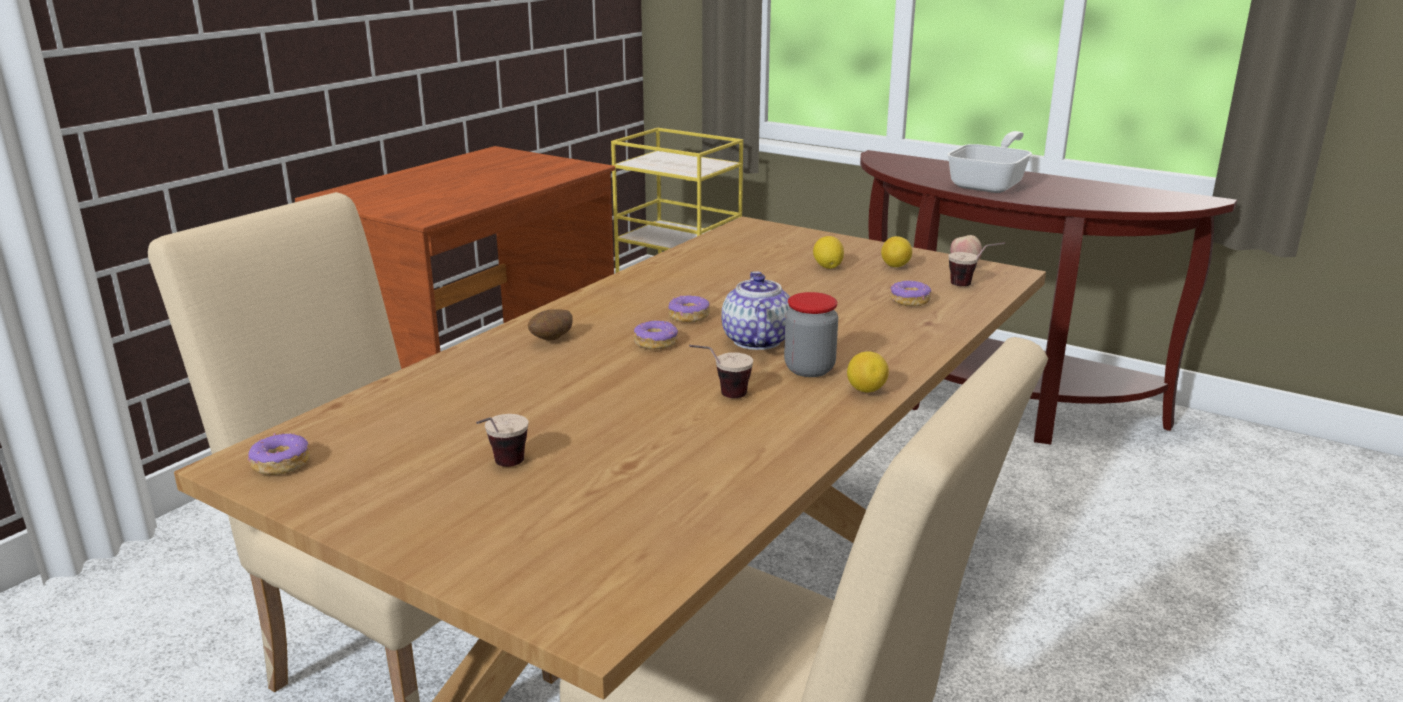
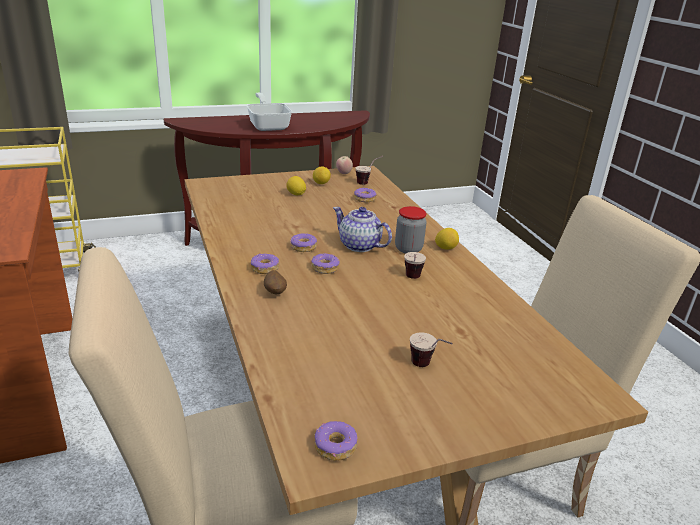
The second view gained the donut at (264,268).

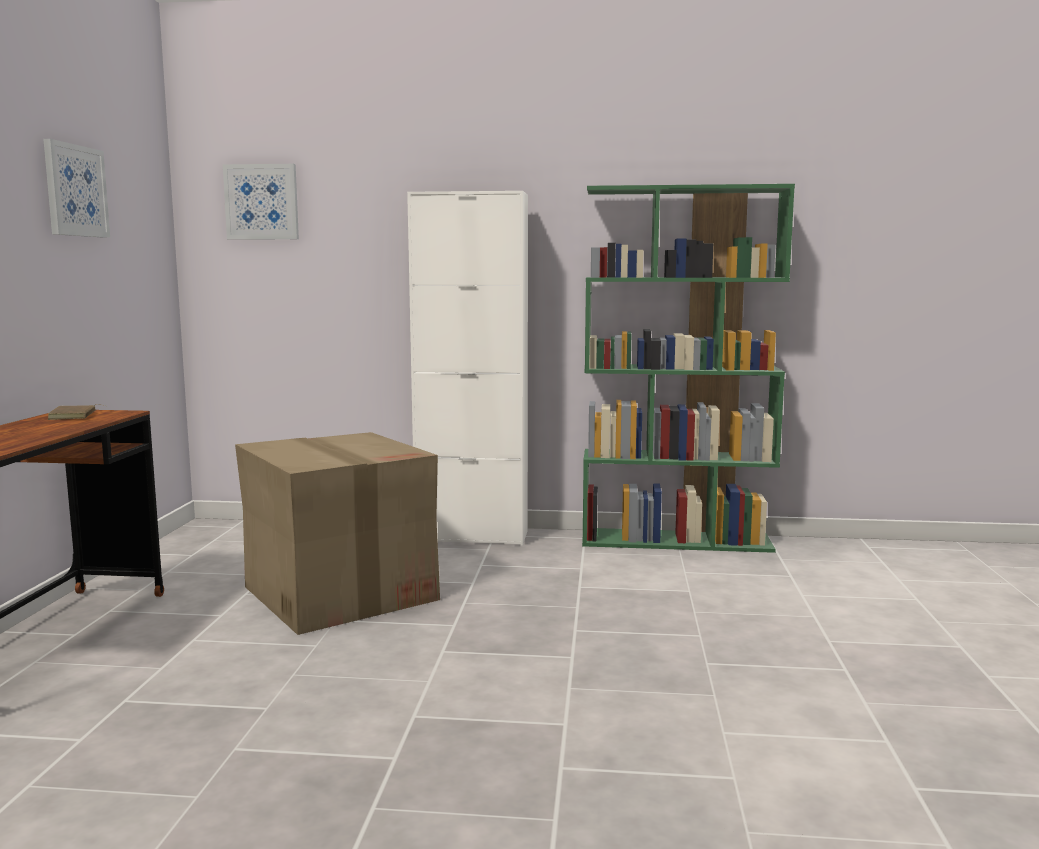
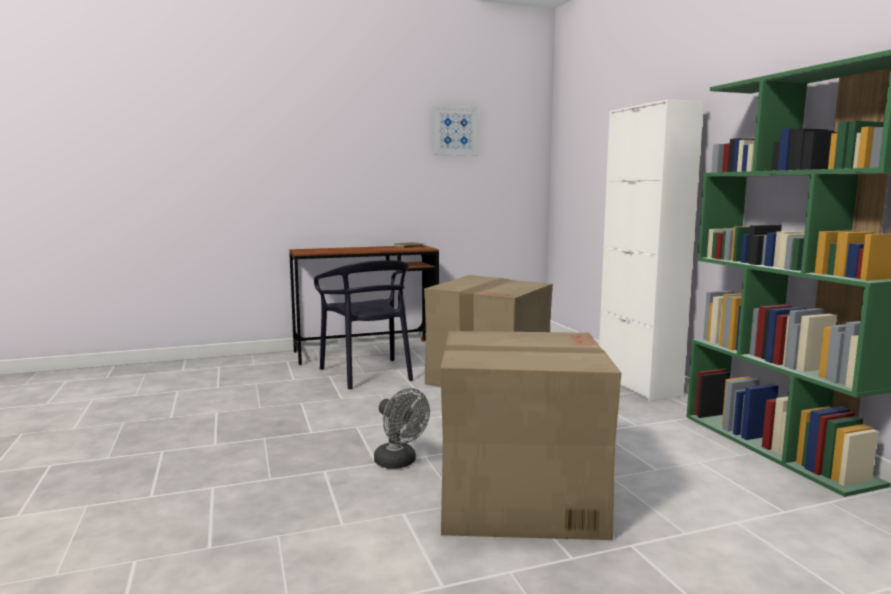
The second view lost the picture at (262,202).
The second view gained the black chair at (368,373).
The second view gained the cardboard box at (518,495).
The second view gained the grey fan at (399,463).

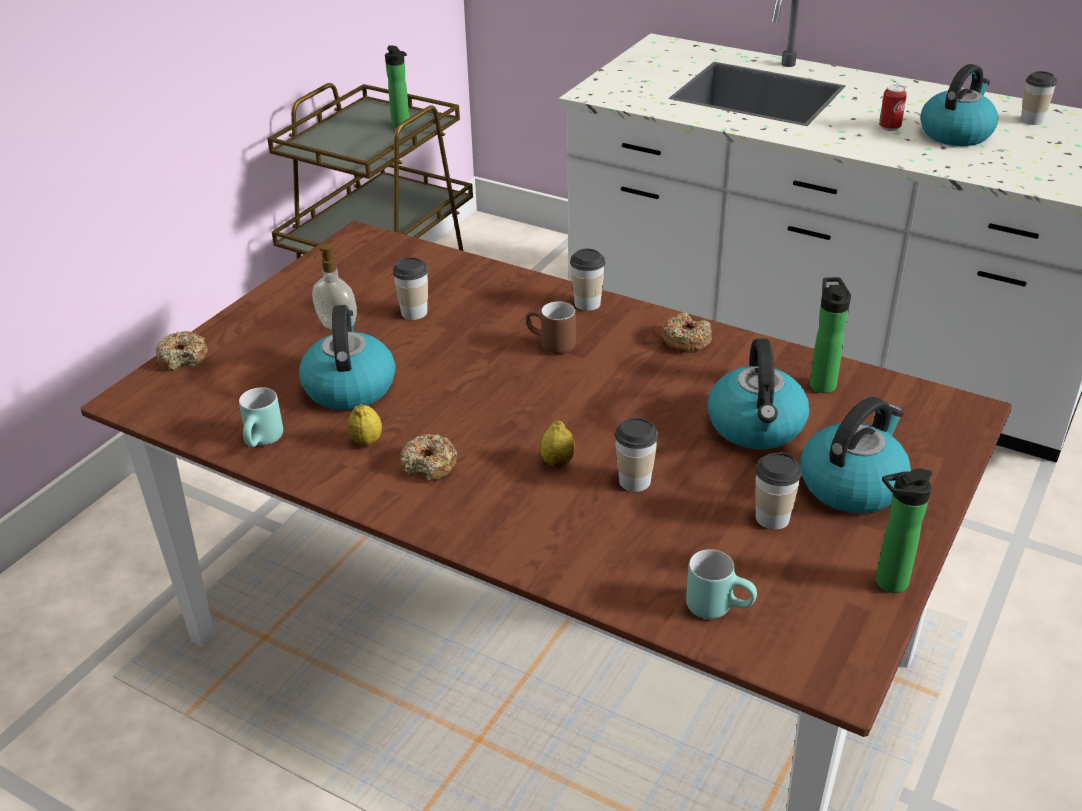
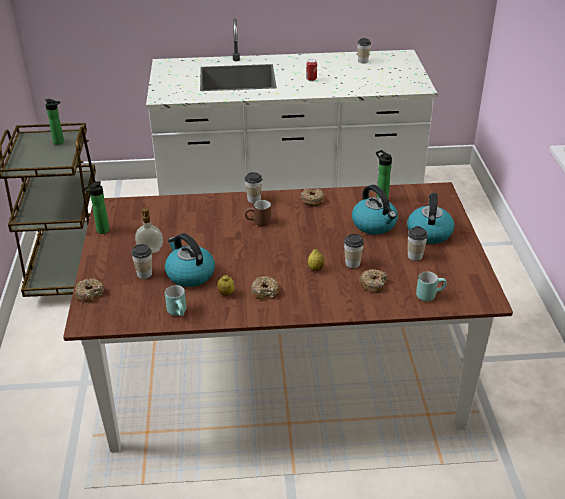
The second view lost the kettle at (956,133).
The cup ended up elsewhere, having gone from (414,312) to (144,274).
The bottle ended up elsewhere, having gone from (886,583) to (101,231).
The second view gained the donut at (373,284).

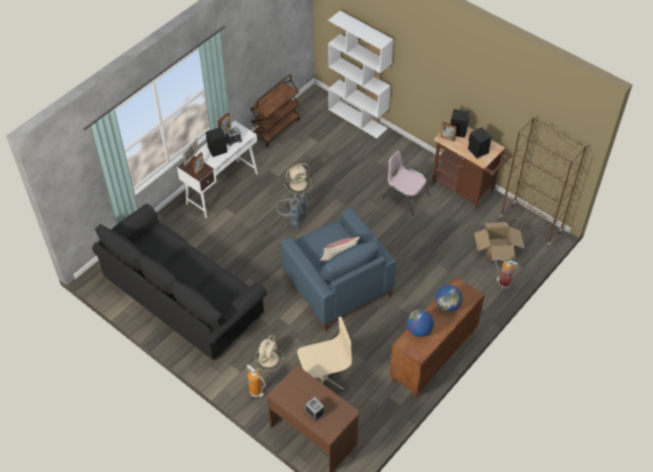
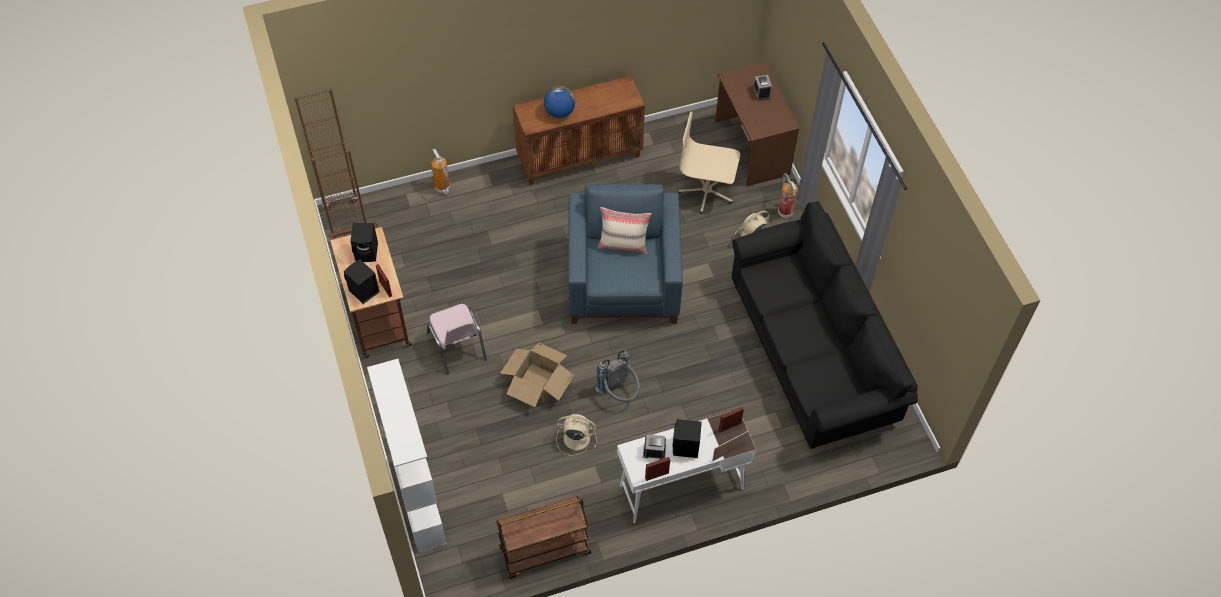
The cardboard box ended up elsewhere, having gone from (497,248) to (537,382).
The second view lost the globe at (419,330).

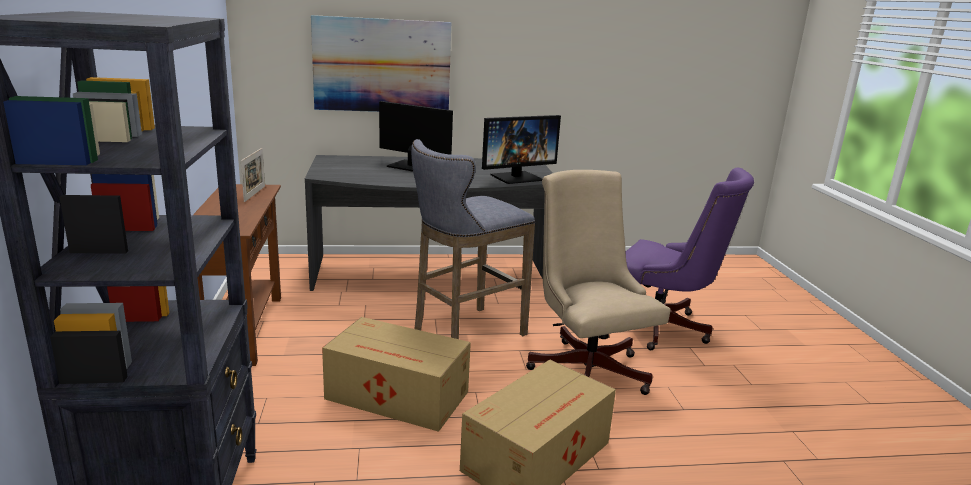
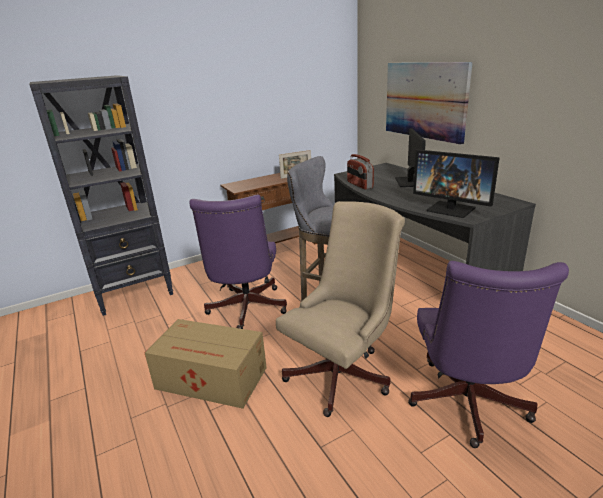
Where the cardboard box stood at (398,396), the purple office chair came to stand at (246,310).
The second view gained the radio at (359,185).

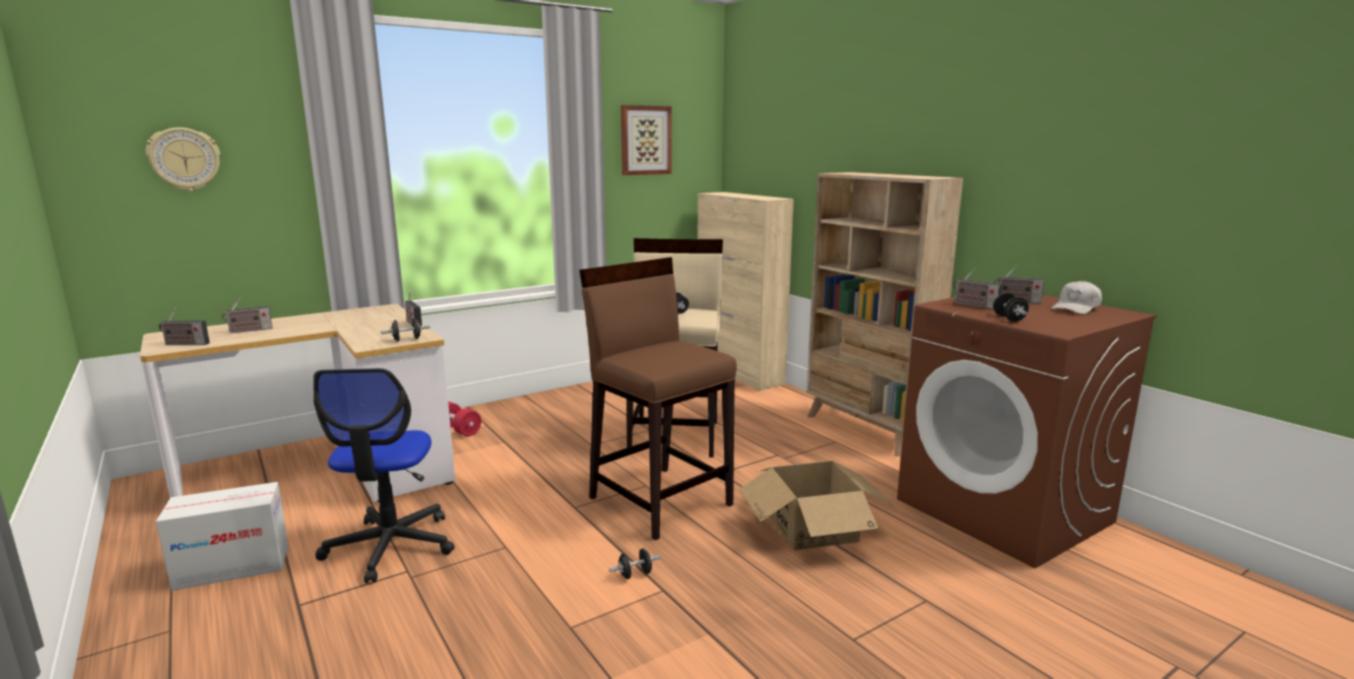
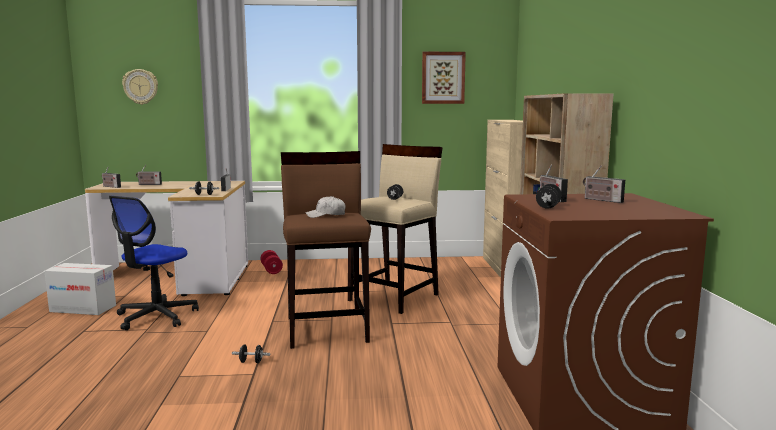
The white cap ended up elsewhere, having gone from (1076,308) to (326,215).
The second view lost the cardboard box at (813,528).

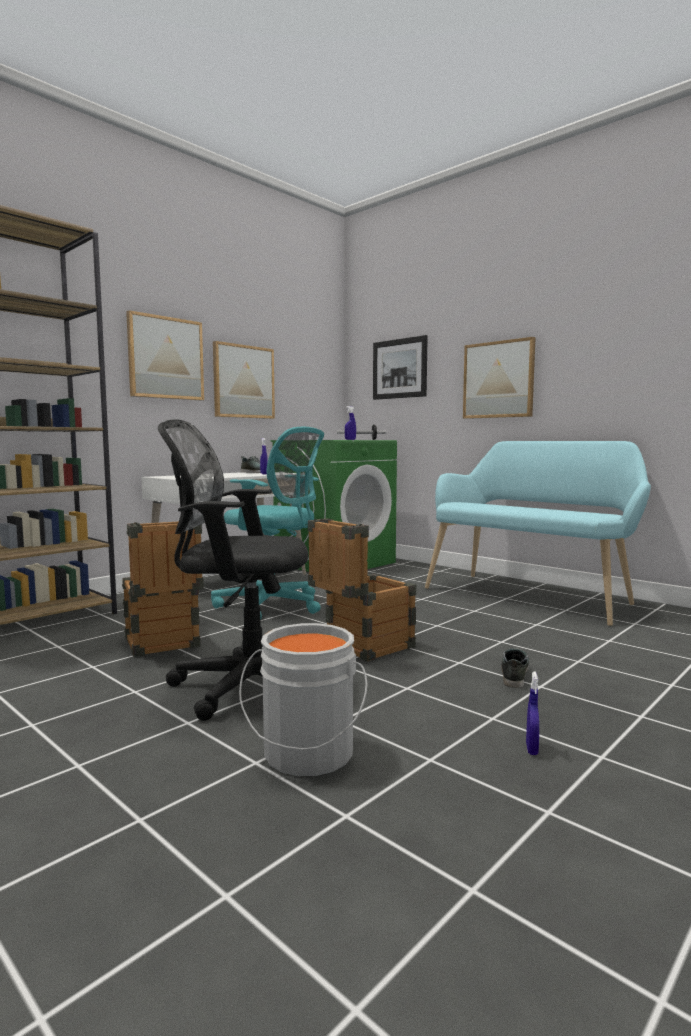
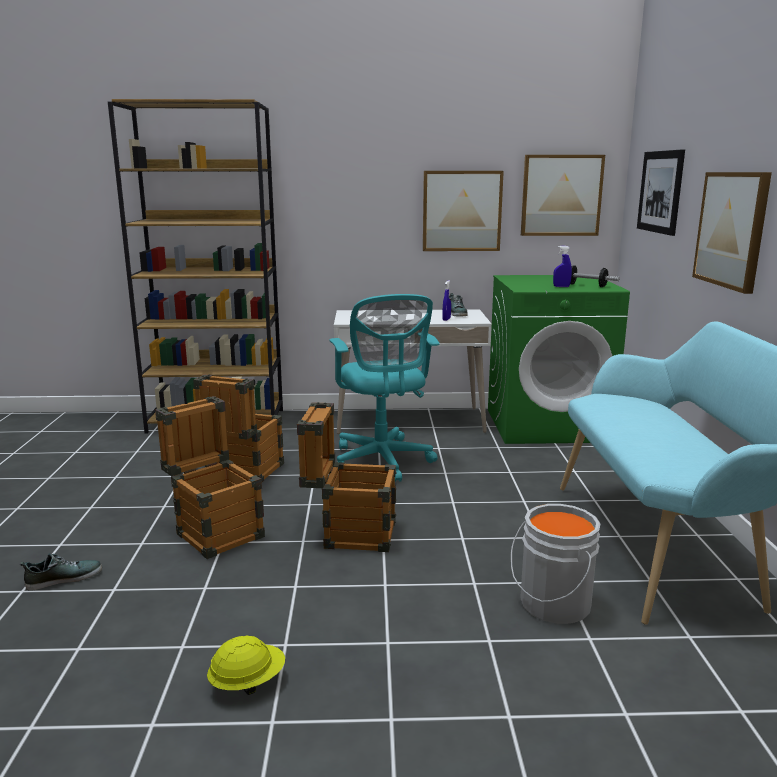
The picture ended up elsewhere, having gone from (165,358) to (561,195).
Where the black office chair stood at (245,686), the crate came to stand at (215,531).
The grey bucket ended up elsewhere, having gone from (306,755) to (551,604).
The shoe ended up elsewhere, having gone from (514,674) to (64,578).
Where the blue spray bottle stood at (531,749), the yellow hard hat came to stand at (247,683).

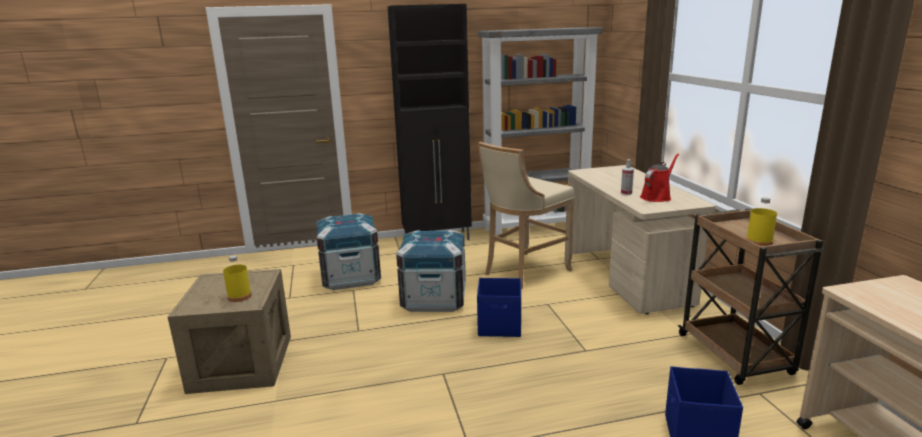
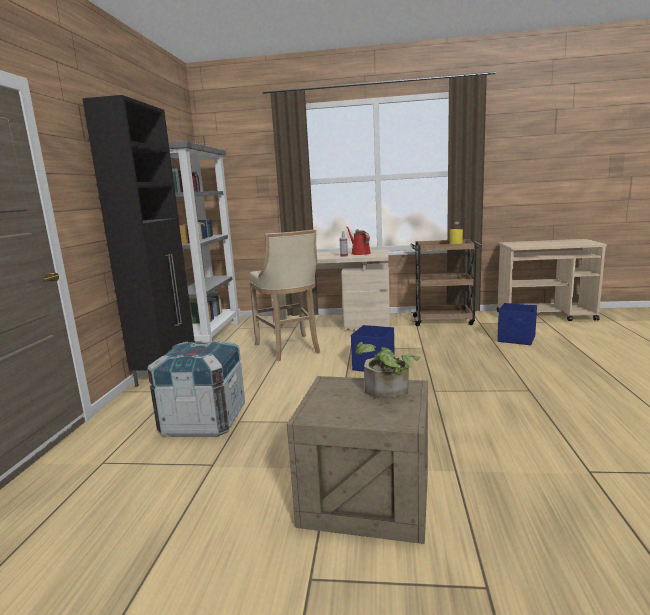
The second view lost the crate at (434,299).
Where the yellow bottle stood at (239,296), the potted plant came to stand at (387,392).

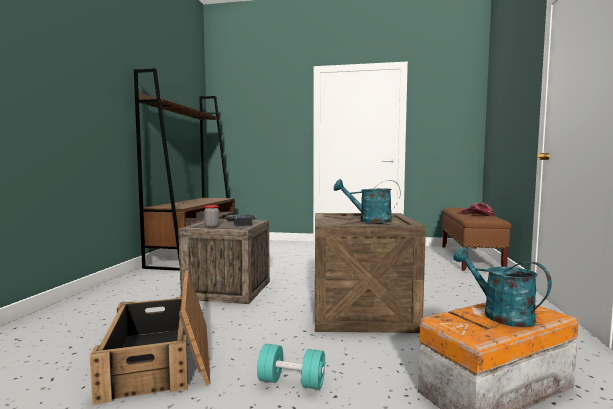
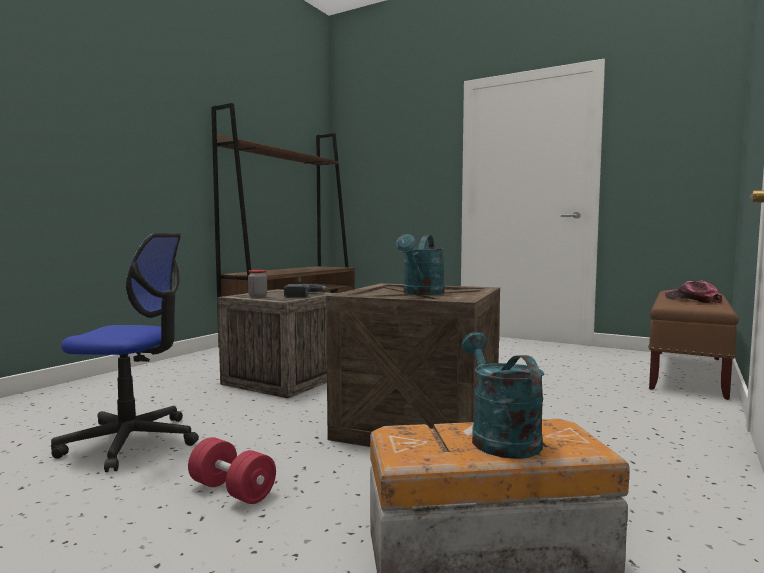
The turquoise watering can at (369,220) ended up facing another way, 105 degrees counterclockwise from before.
Where the crate stood at (162,359), the office chair came to stand at (132,442).
What was the turquoise dumbbell at (291,382) turned into the red dumbbell at (232,490).

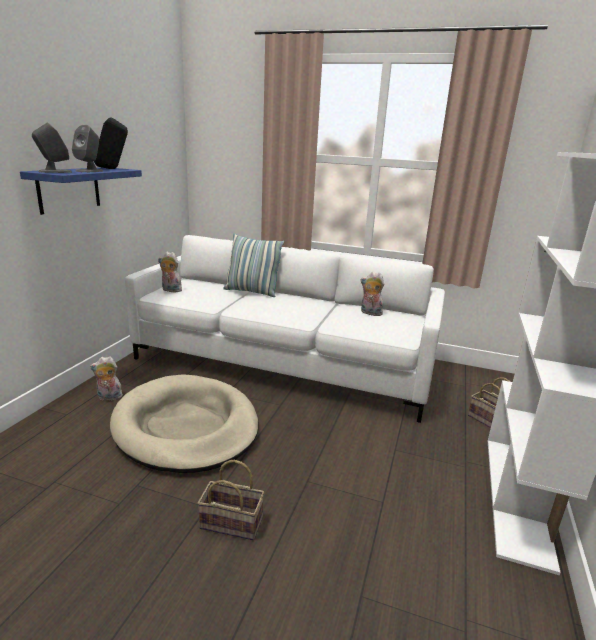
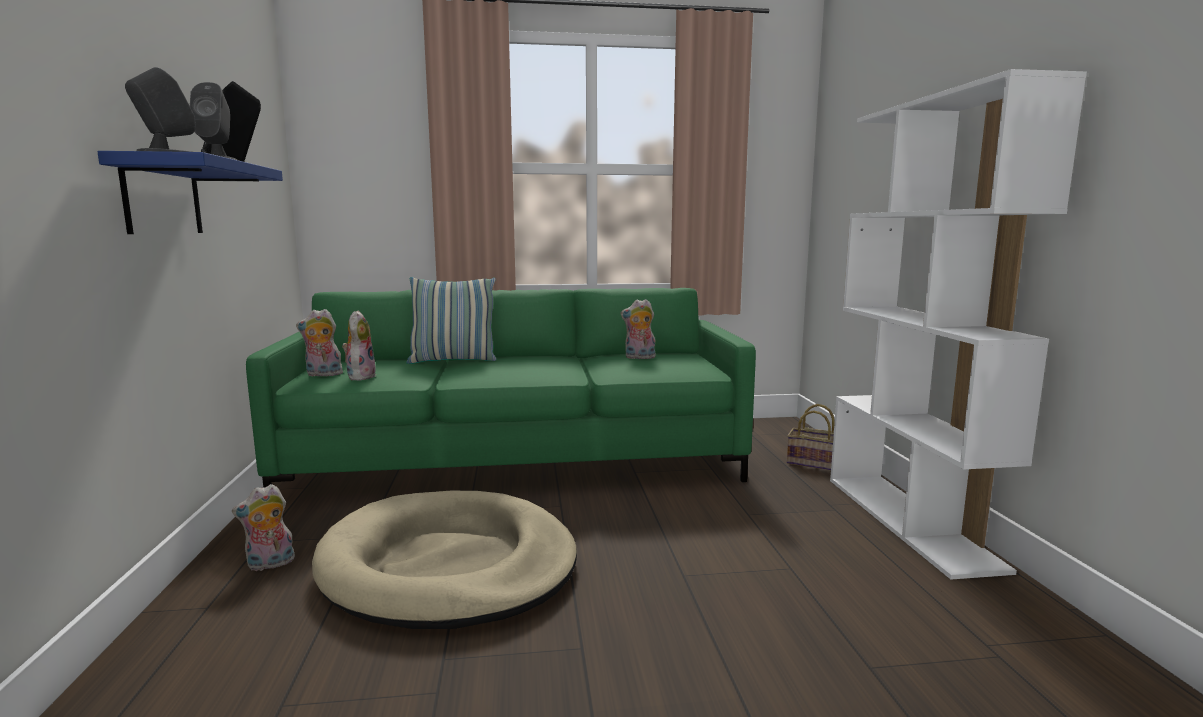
What was the white sofa at (283,364) turned into the green sofa at (517,462).
The second view lost the basket at (233,522).
The second view gained the plush toy at (360,376).

